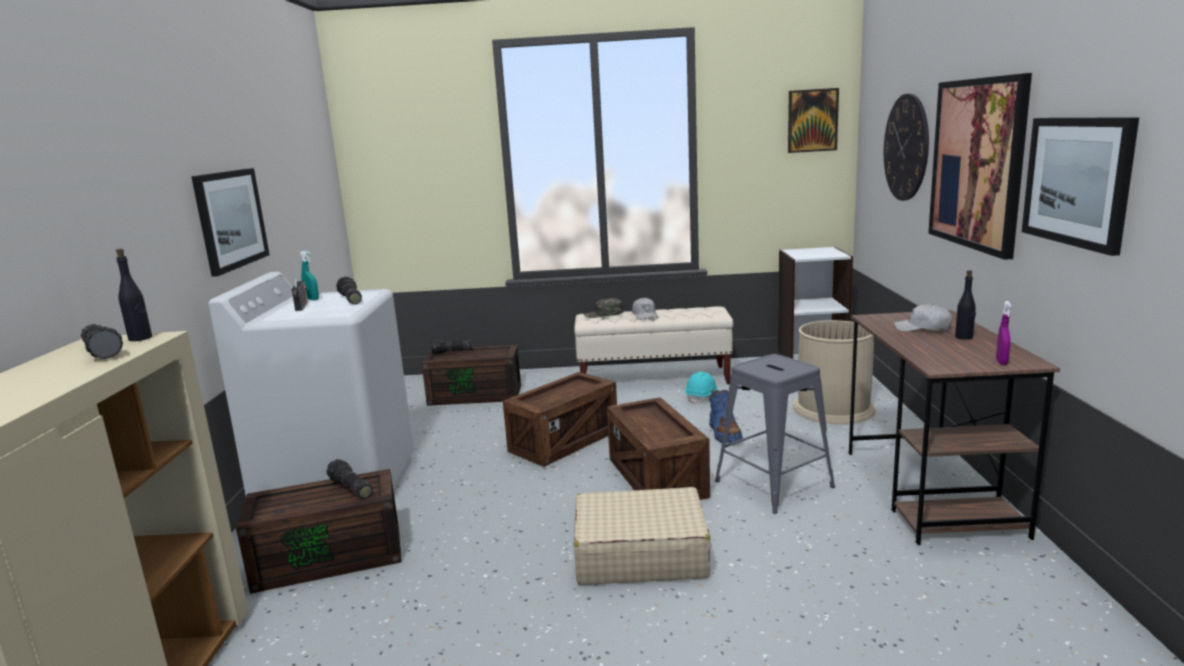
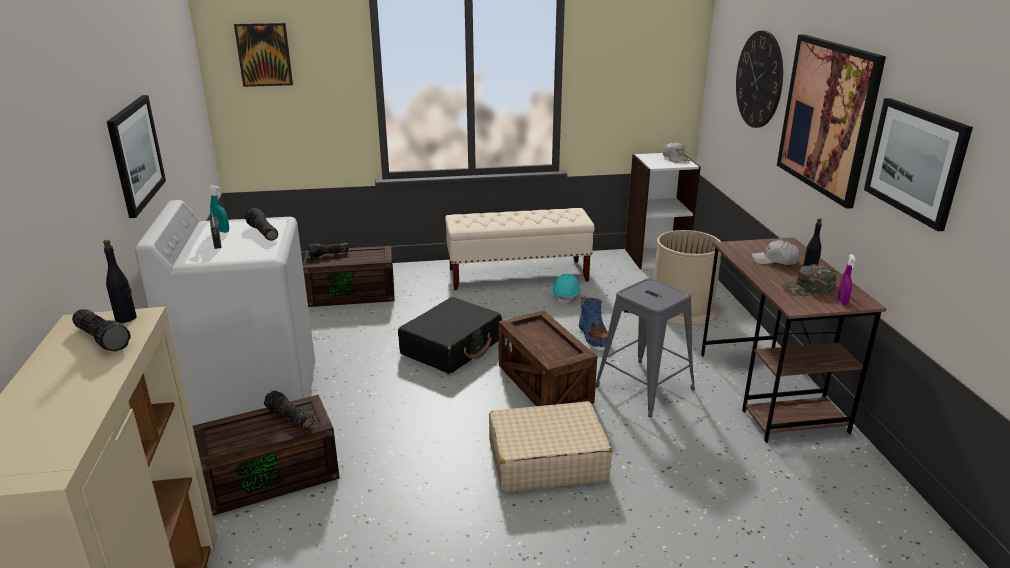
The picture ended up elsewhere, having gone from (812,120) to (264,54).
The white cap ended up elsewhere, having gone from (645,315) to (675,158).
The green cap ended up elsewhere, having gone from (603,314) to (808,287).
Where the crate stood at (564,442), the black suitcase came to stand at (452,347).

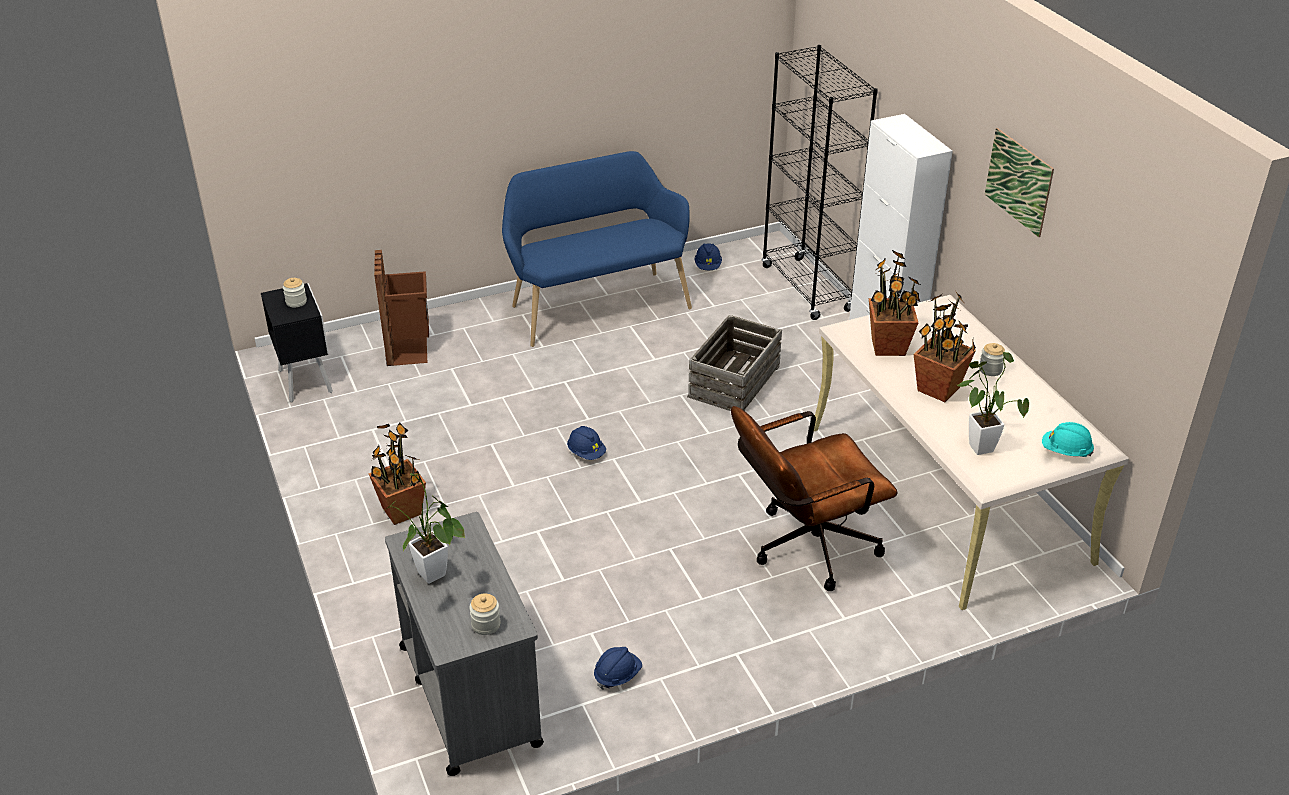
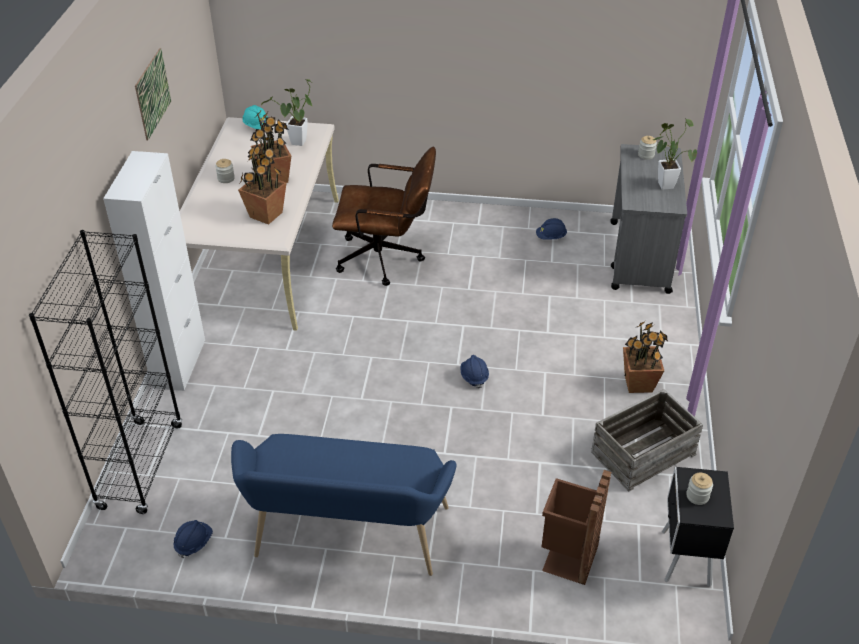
The crate ended up elsewhere, having gone from (735,382) to (642,453).

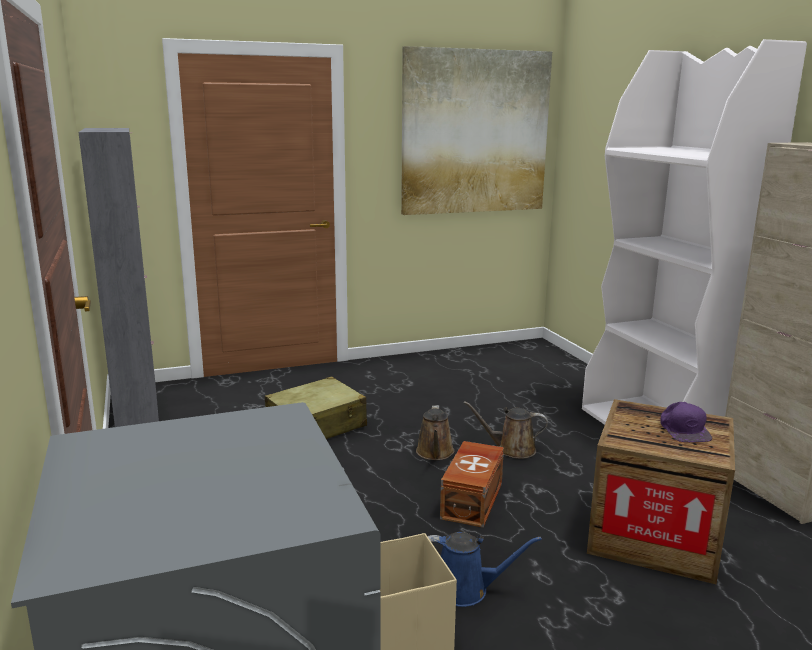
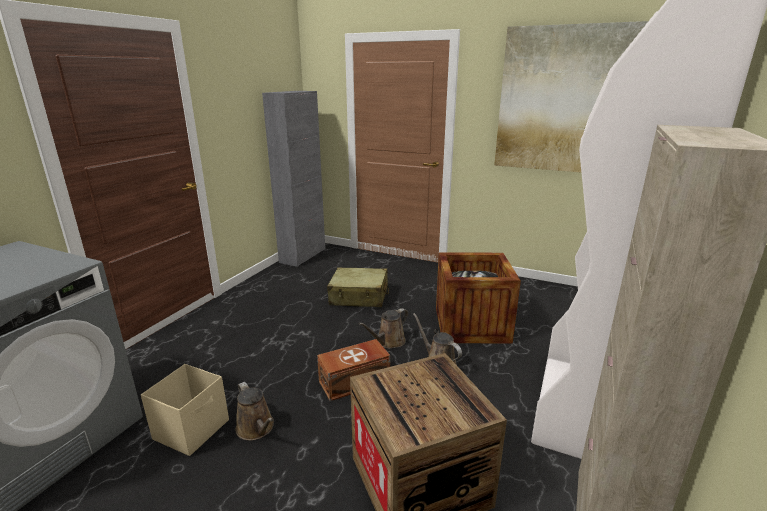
The second view lost the purple cap at (684,430).
What was the blue watering can at (466,589) turned into the brown watering can at (256,429).
The second view gained the crate at (471,325).

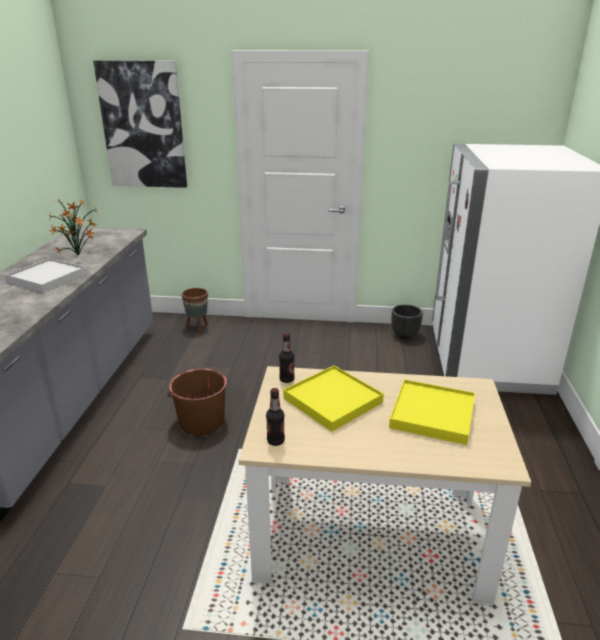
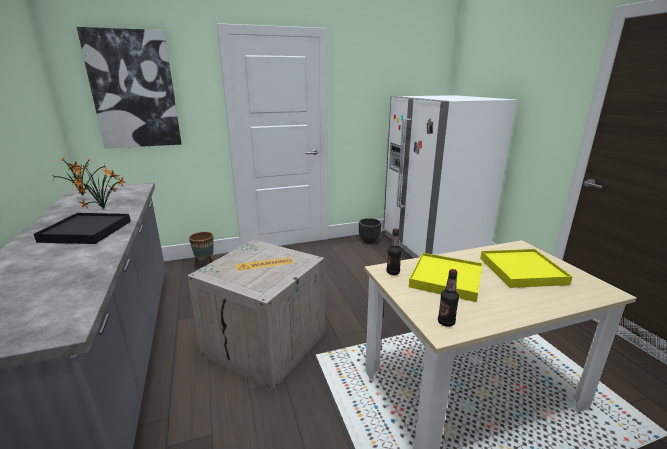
What was the white tray at (47,278) turned into the black tray at (86,231).
Where the brown bucket stood at (201,421), the crate came to stand at (265,342).

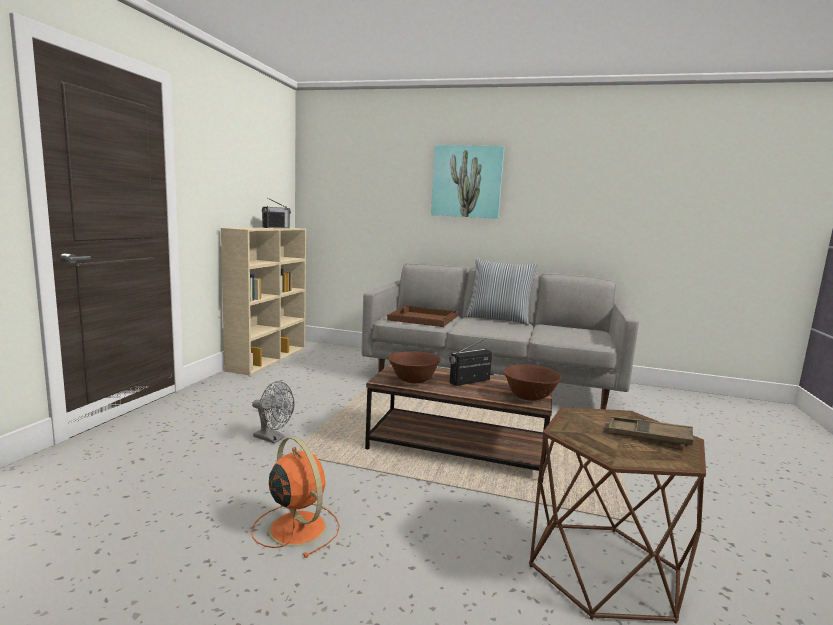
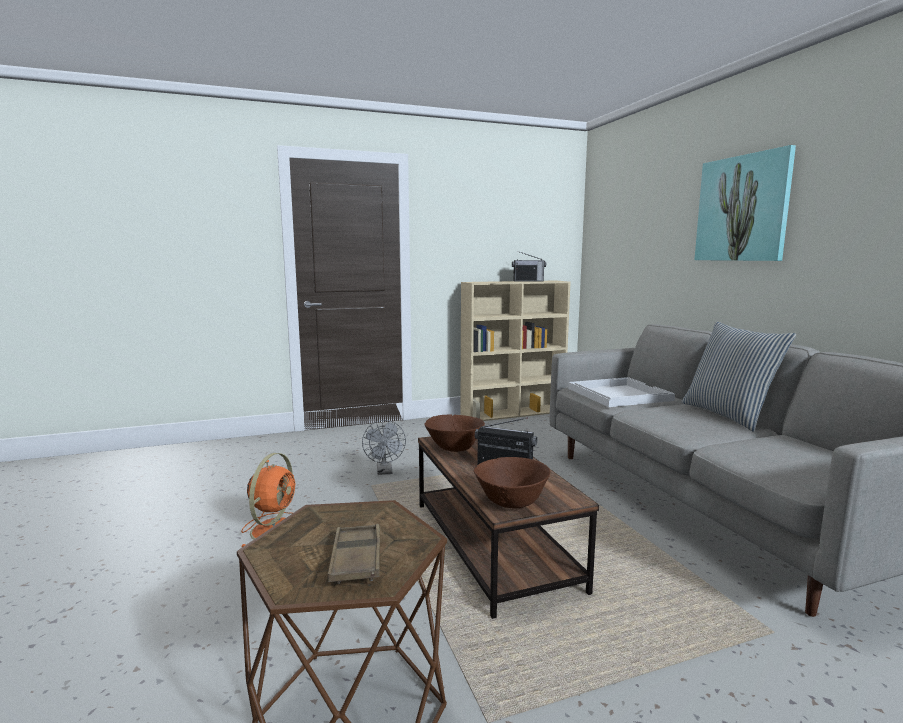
What was the brown tray at (422,318) turned into the white tray at (617,394).

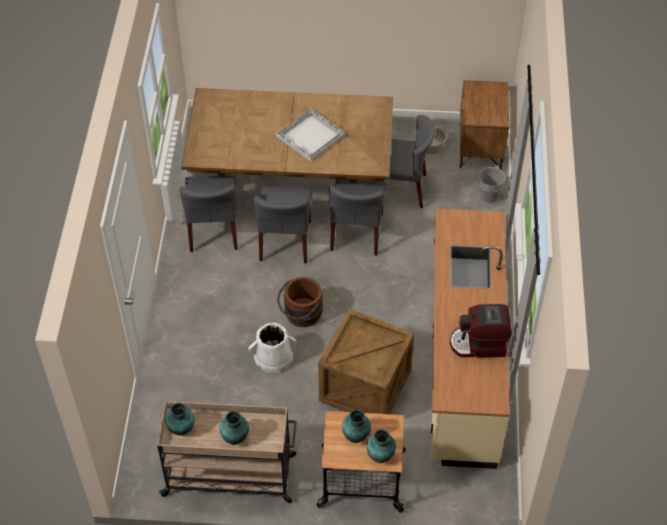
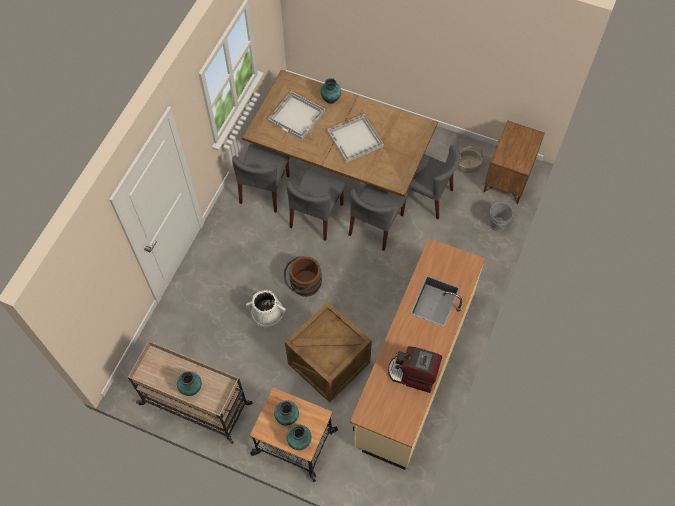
The vase ended up elsewhere, having gone from (182,429) to (331,99).
The second view gained the white tray at (297,116).

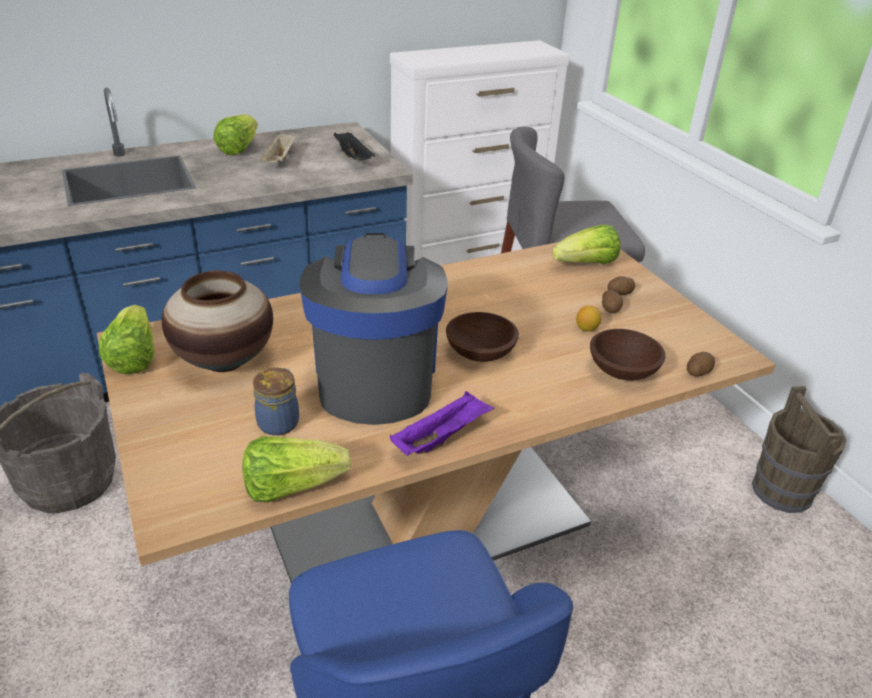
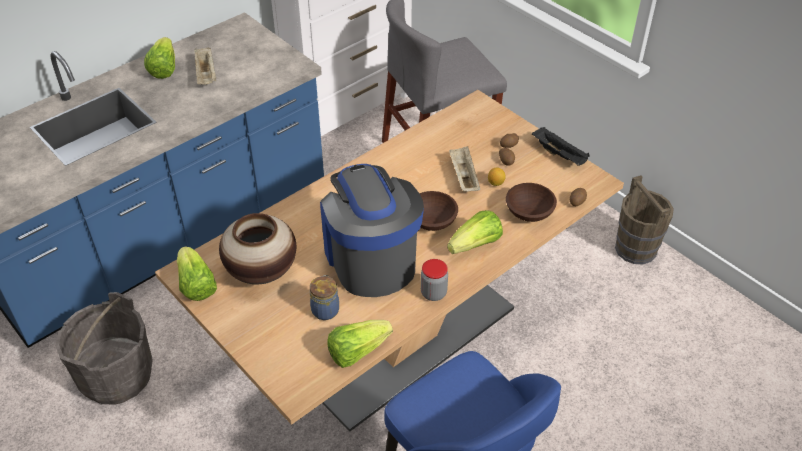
The black tray ended up elsewhere, having gone from (354,158) to (560,155).
The lettuce ended up elsewhere, having gone from (587,264) to (476,245).
Where the purple tray stood at (442,437), the jar came to stand at (433,293).
The second view gained the beige tray at (463,177).

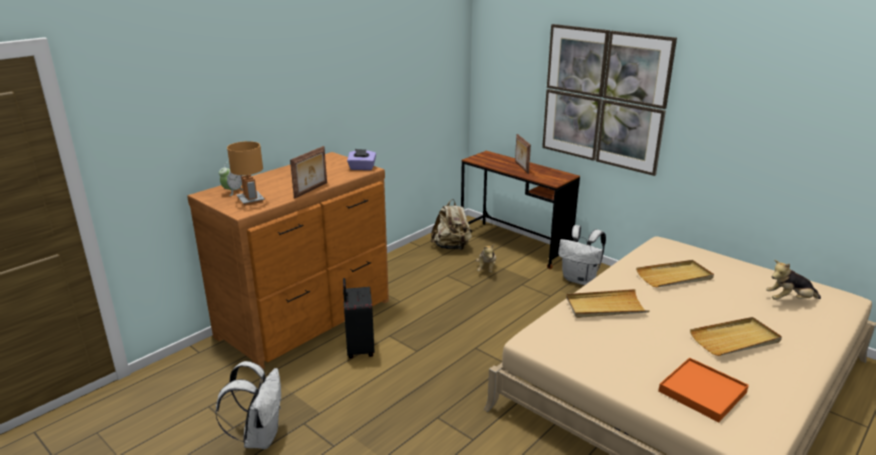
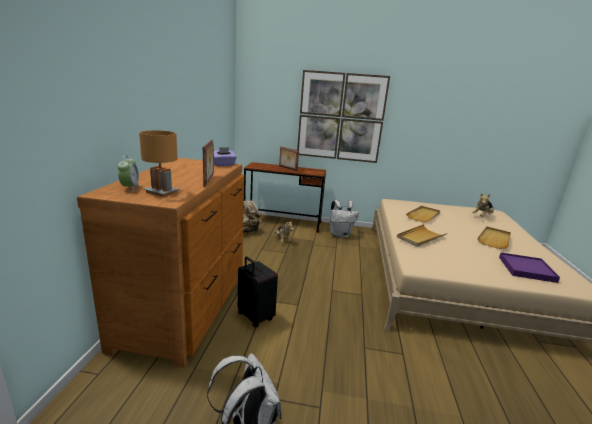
What was the orange tray at (702,392) turned into the purple tray at (526,269).

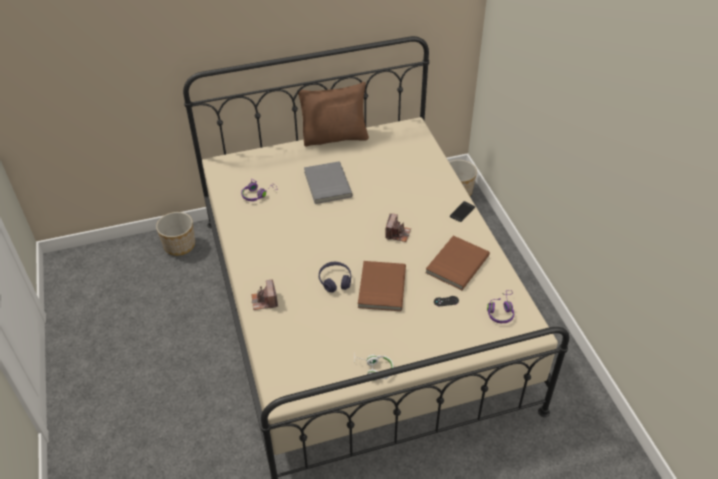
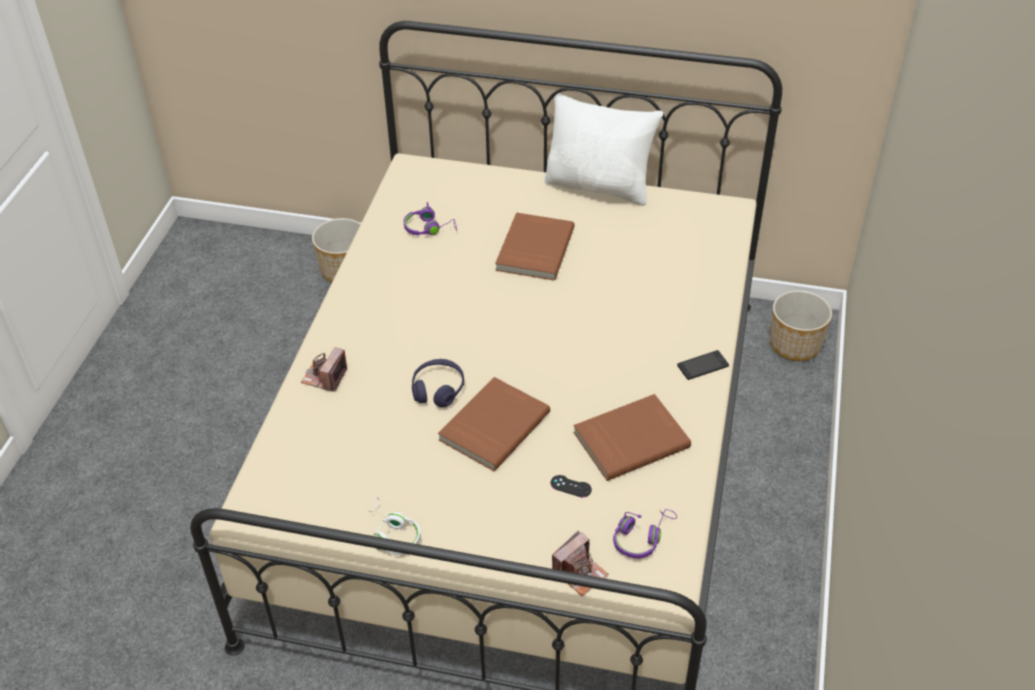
What was the brown pillow at (335,137) turned into the white pillow at (599,186).
What was the grey book at (326,184) turned into the brown book at (533,249).
The photo camera ended up elsewhere, having gone from (397,233) to (579,572).

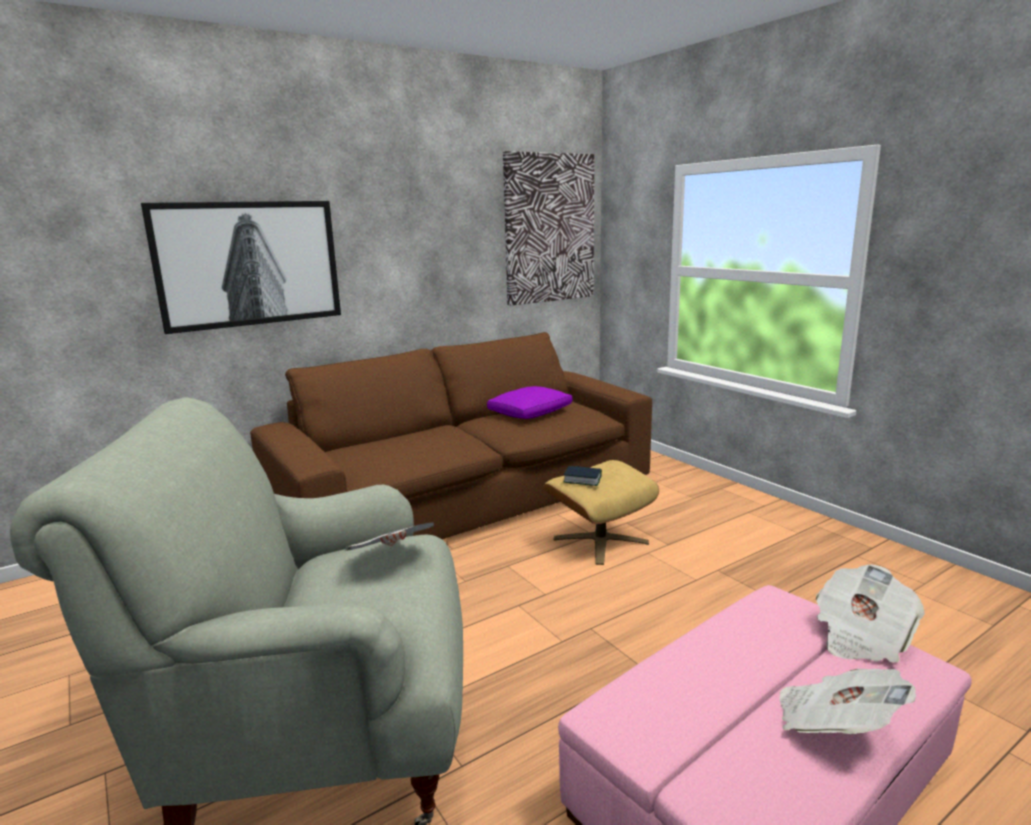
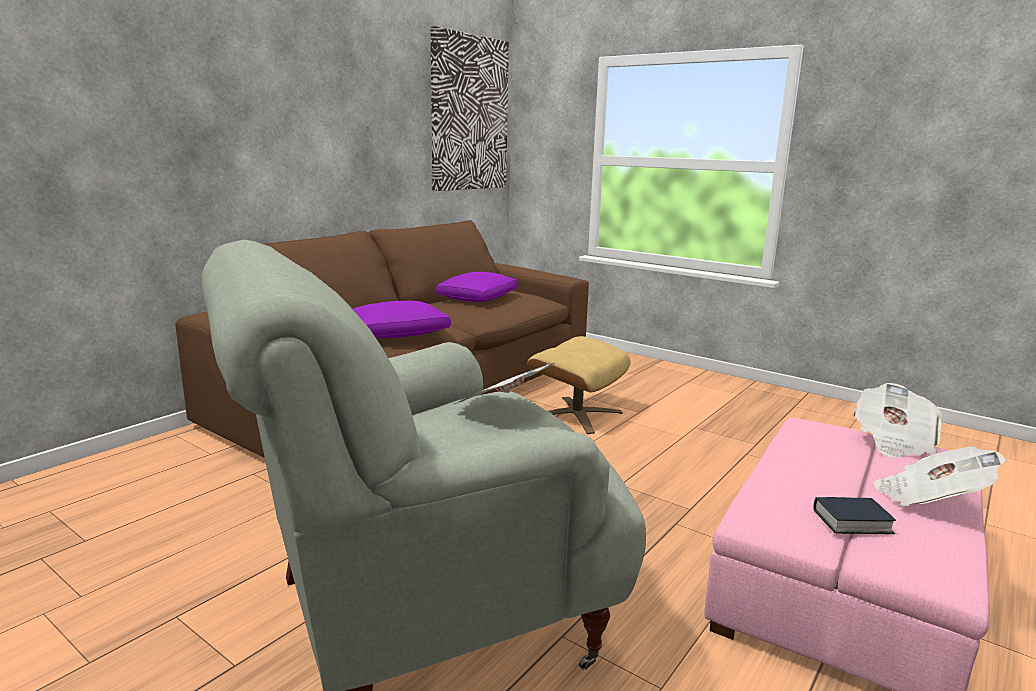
The second view lost the picture at (249,264).
The book ended up elsewhere, having gone from (582,479) to (851,521).
The second view gained the purple pillow at (396,333).

